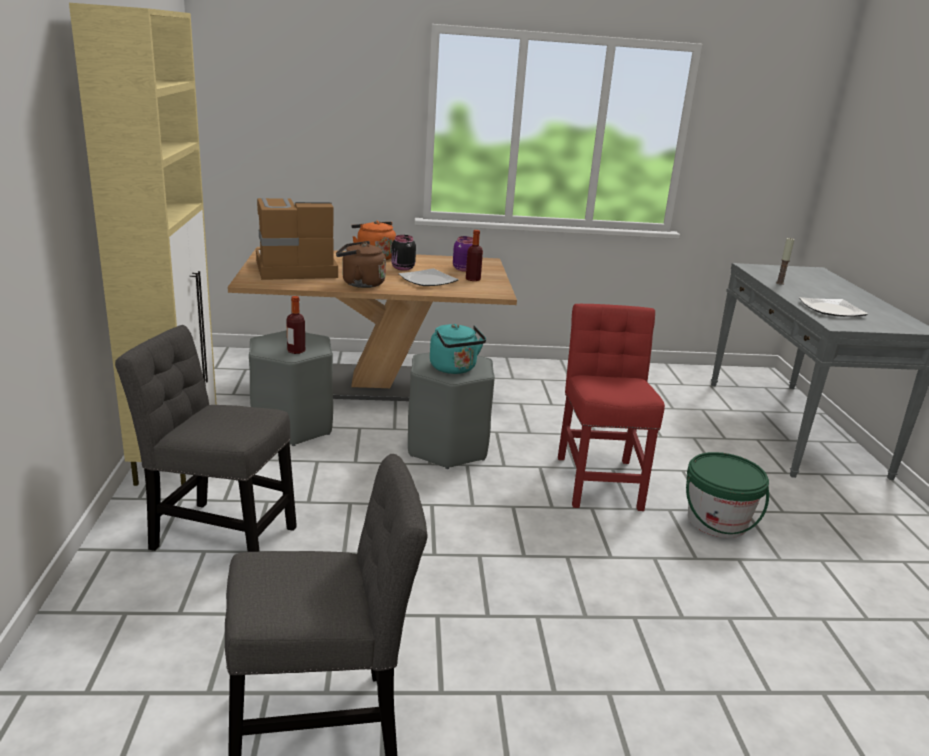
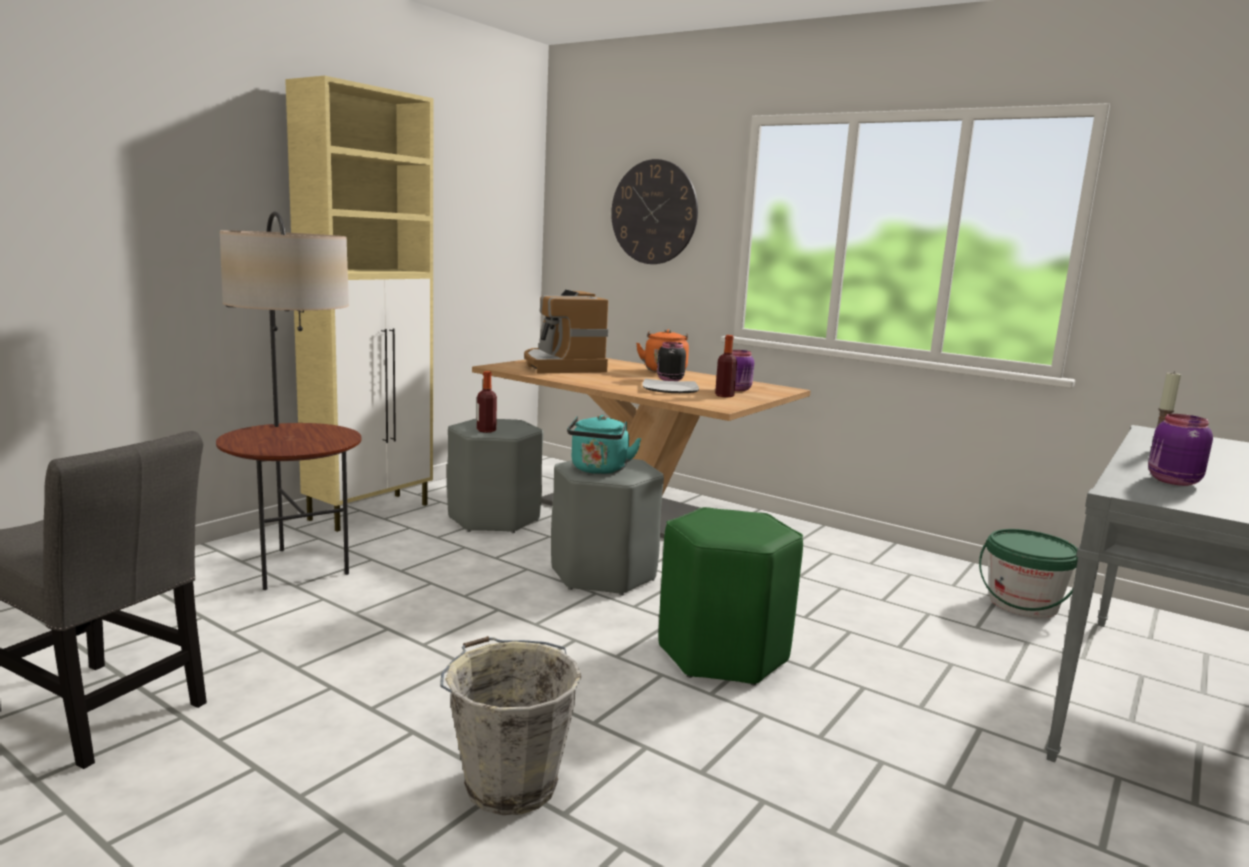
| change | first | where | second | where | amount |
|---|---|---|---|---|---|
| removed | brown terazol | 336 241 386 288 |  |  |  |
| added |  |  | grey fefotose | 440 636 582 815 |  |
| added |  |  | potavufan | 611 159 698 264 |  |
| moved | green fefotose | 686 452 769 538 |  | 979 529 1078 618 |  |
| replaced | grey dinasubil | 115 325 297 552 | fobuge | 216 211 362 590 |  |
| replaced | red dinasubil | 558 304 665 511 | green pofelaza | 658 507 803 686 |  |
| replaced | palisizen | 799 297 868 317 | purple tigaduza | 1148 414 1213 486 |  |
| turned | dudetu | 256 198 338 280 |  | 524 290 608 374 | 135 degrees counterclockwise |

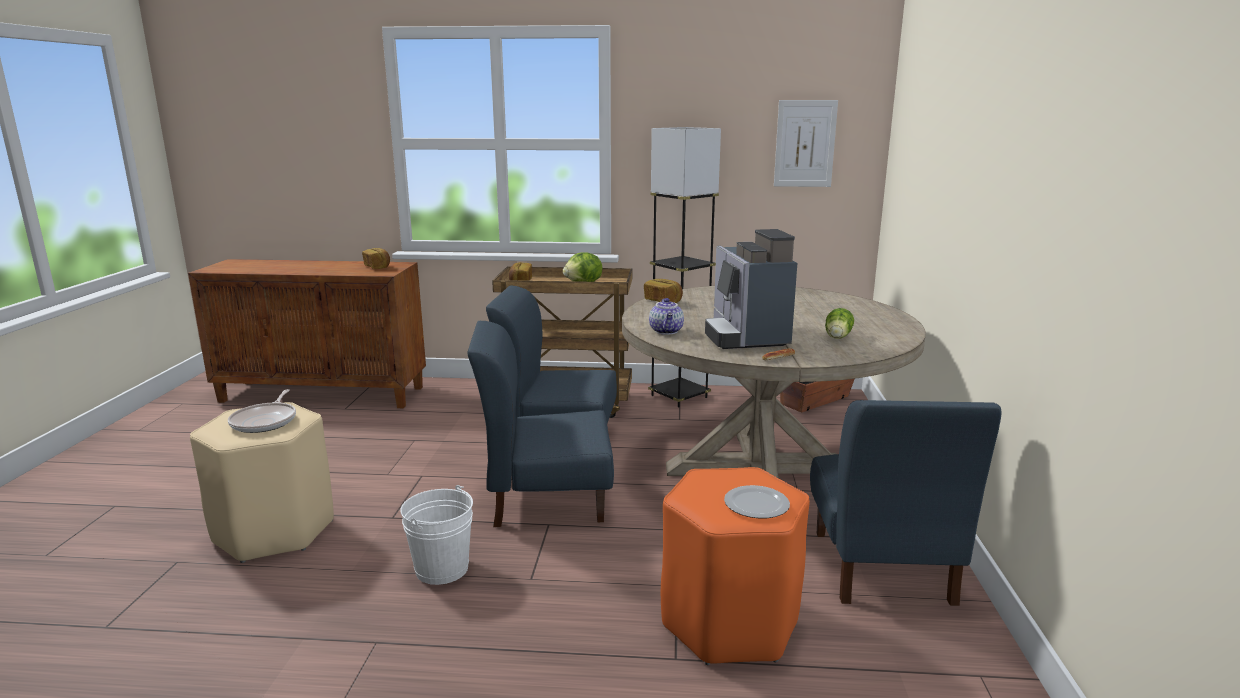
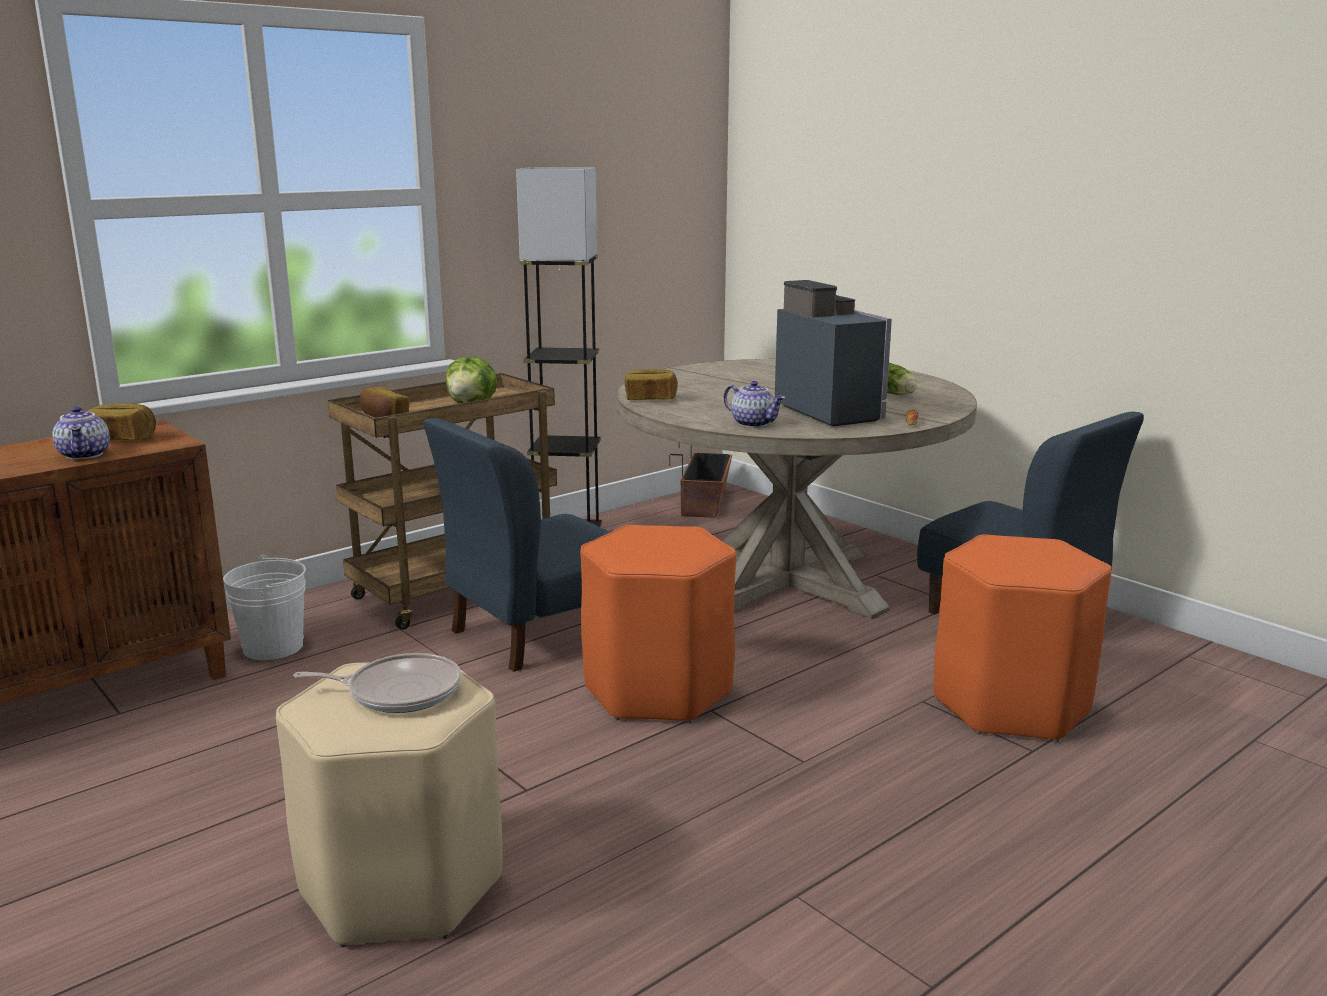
| change | first | where | second | where | amount |
|---|---|---|---|---|---|
| removed | palisizen | 724 485 790 519 |  |  |  |
| removed | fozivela | 774 100 838 187 |  |  |  |
| added |  |  | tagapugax | 52 406 110 460 |  |
| moved | white fefotose | 401 485 473 585 |  | 223 555 306 660 |  |
| replaced | blue dinasubil | 467 321 614 527 | orange pofelaza | 580 525 736 723 |  |
| turned | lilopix | 228 389 296 433 |  | 294 653 461 713 | 45 degrees counterclockwise |
| turned | dudetu | 705 229 797 349 |  | 775 280 892 427 | 150 degrees counterclockwise |

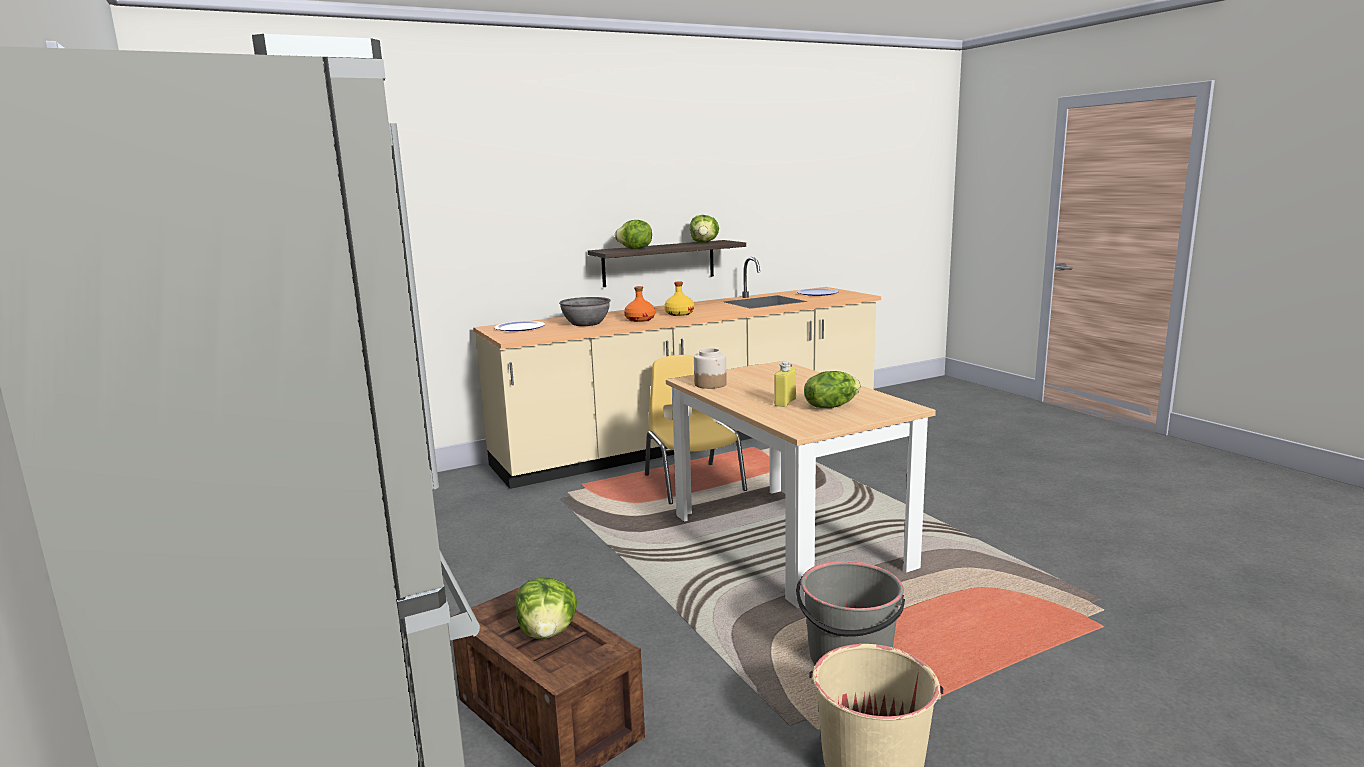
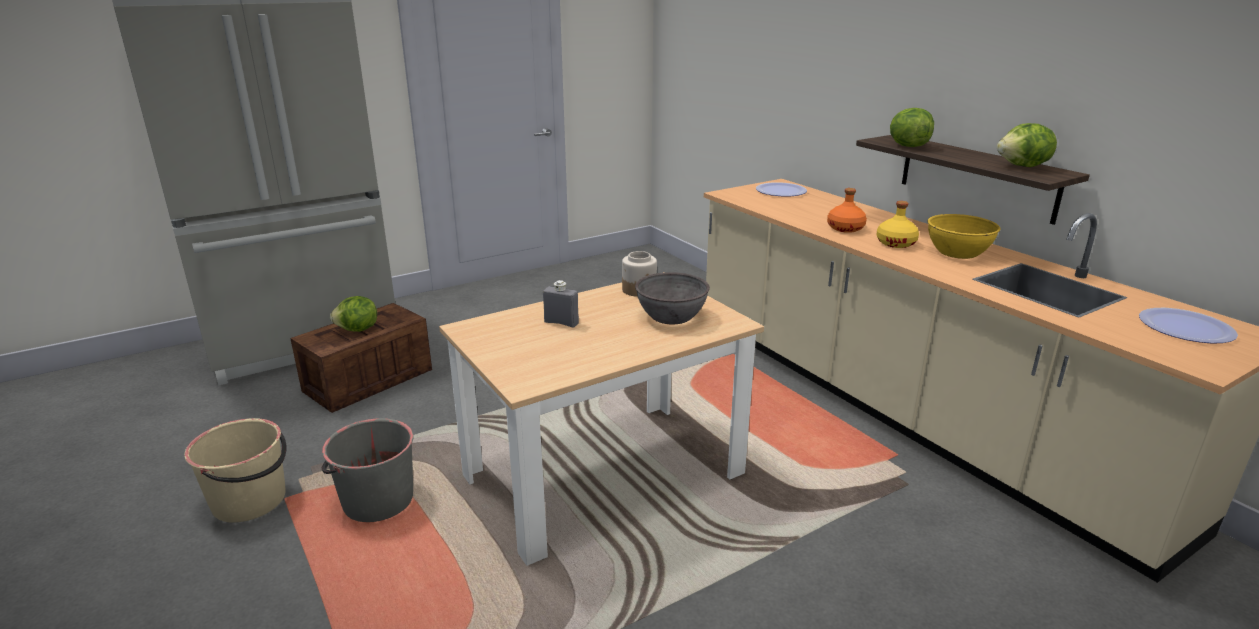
| change | first | where | second | where | amount |
|---|---|---|---|---|---|
| removed | yellow dinasubil | 645 355 747 504 |  |  |  |
| removed | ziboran | 804 371 861 408 |  |  |  |
| added |  |  | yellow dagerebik | 928 214 1001 259 |  |
| moved | grey dagerebik | 559 297 611 326 |  | 635 272 710 324 |  |
| recoloured | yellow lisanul | 774 362 796 407 | grey lisanul | 543 280 579 328 |  |

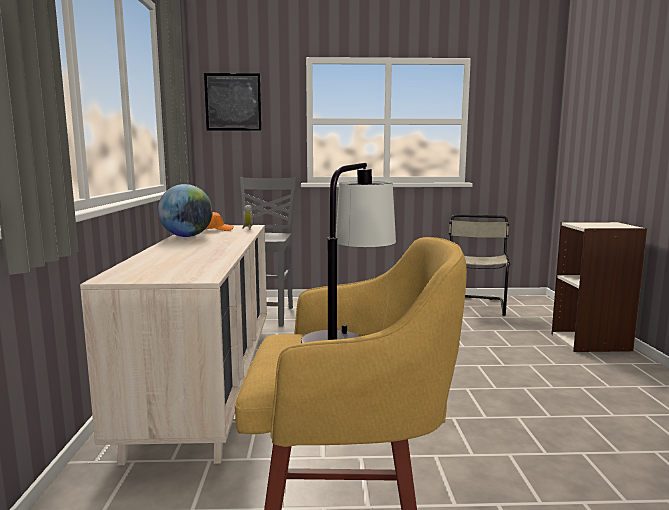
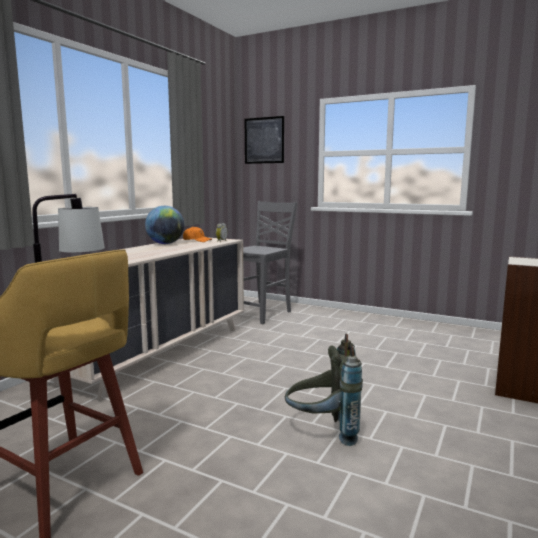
| change | first | where | second | where | amount |
|---|---|---|---|---|---|
| removed | beige dinasubil | 449 214 510 316 |  |  |  |
| added |  |  | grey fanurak | 285 334 363 446 |  |

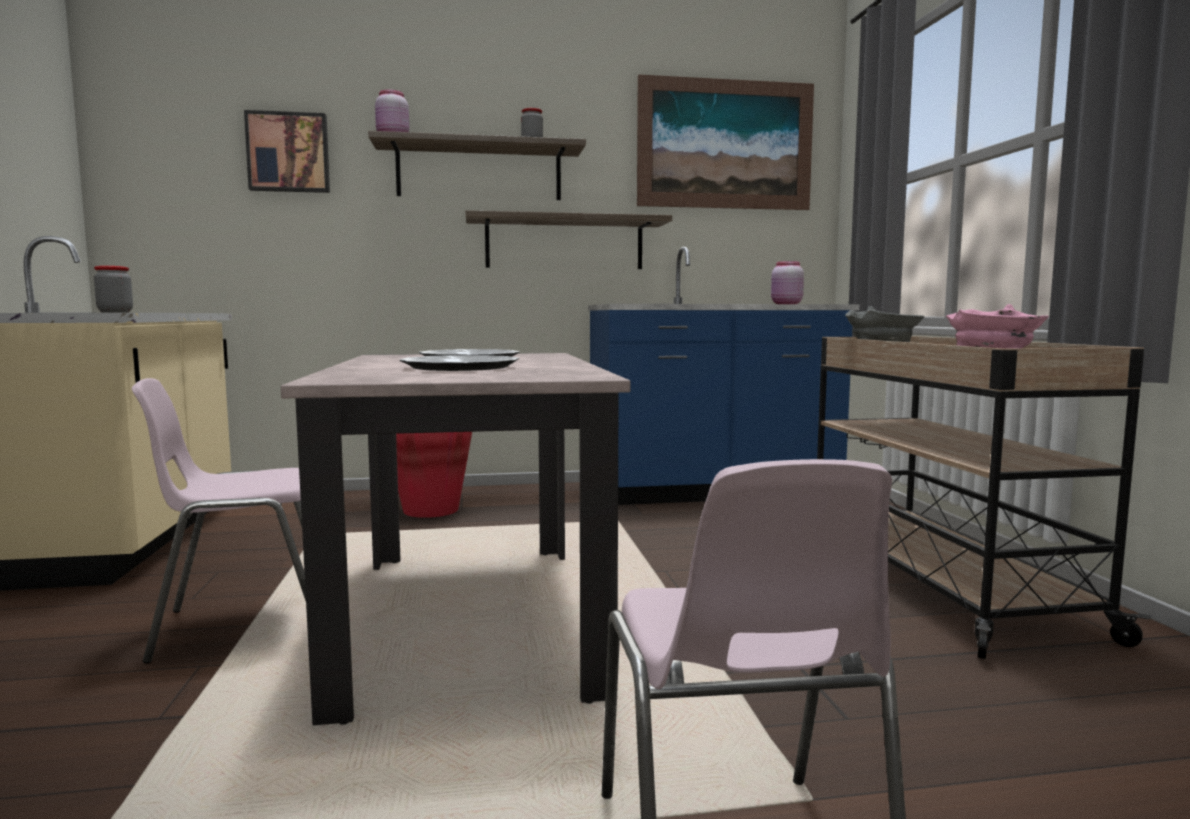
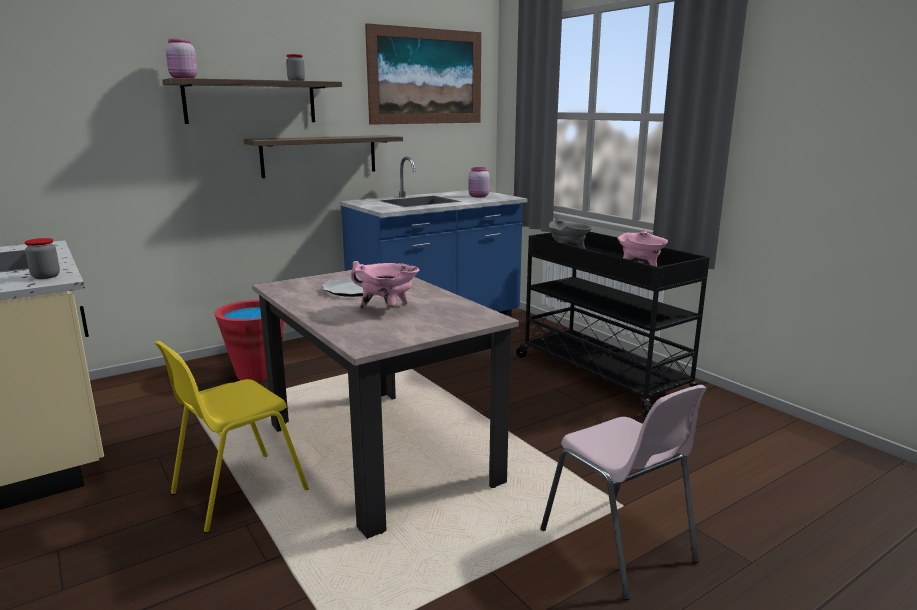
| change | first | where | second | where | amount |
|---|---|---|---|---|---|
| removed | fozivela | 244 110 330 193 |  |  |  |
| replaced | palisizen | 400 355 519 371 | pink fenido | 351 261 419 309 |  |
| recoloured | pink dinasubil | 132 378 306 663 | yellow dinasubil | 155 341 309 533 |  |
| recoloured | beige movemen | 817 336 1151 659 | black movemen | 516 231 710 418 |  |

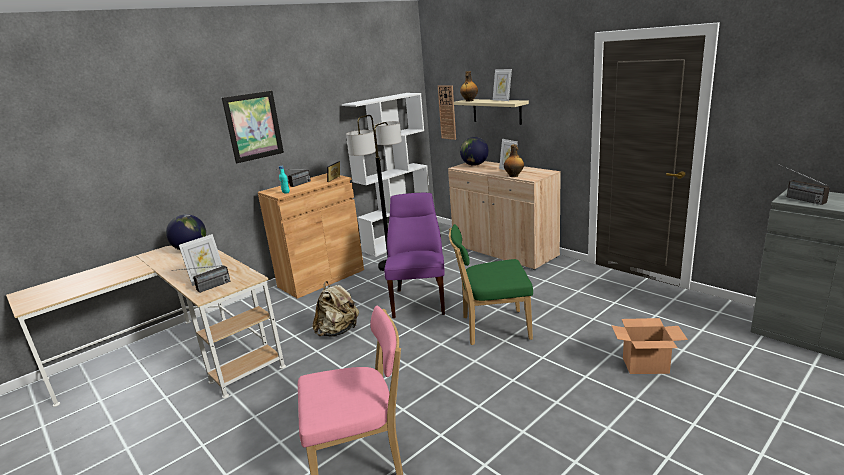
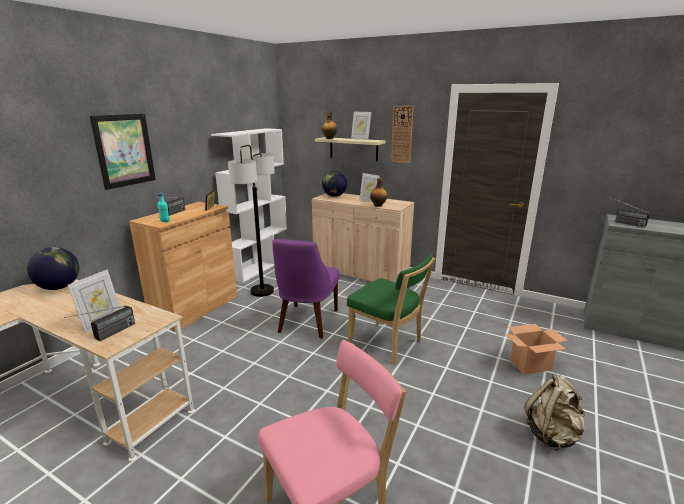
| change | first | where | second | where | amount |
|---|---|---|---|---|---|
| moved | beige fanurak | 313 281 359 337 |  | 524 374 585 451 |  |
| moved | potavufan | 438 86 456 140 |  | 391 106 414 163 |  |
| turned | purple dinasubil | 384 193 445 318 |  | 272 239 339 338 | 150 degrees counterclockwise |
| turned | green dinasubil | 449 224 533 345 |  | 347 254 435 364 | 120 degrees counterclockwise |

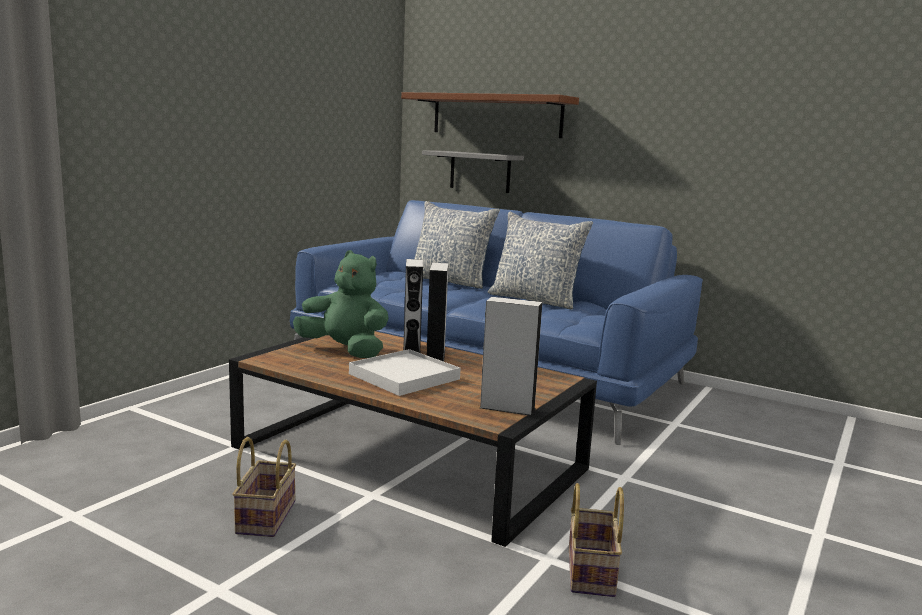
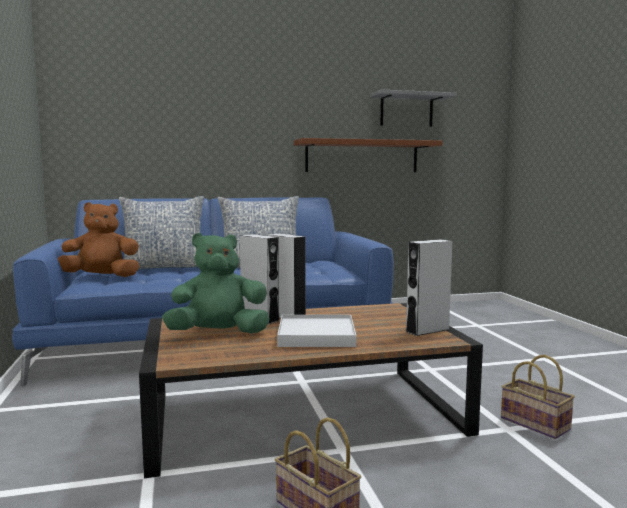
| change | first | where | second | where | amount |
|---|---|---|---|---|---|
| added |  |  | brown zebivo | 58 202 139 277 |  |
| moved | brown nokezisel | 401 92 579 138 |  | 294 138 443 172 |  |
| moved | grey nokezisel | 422 150 524 193 |  | 370 90 457 127 |  |

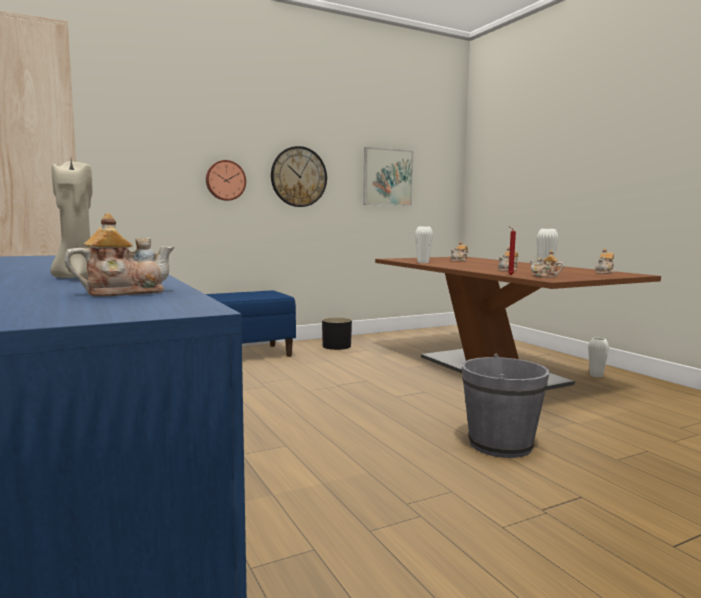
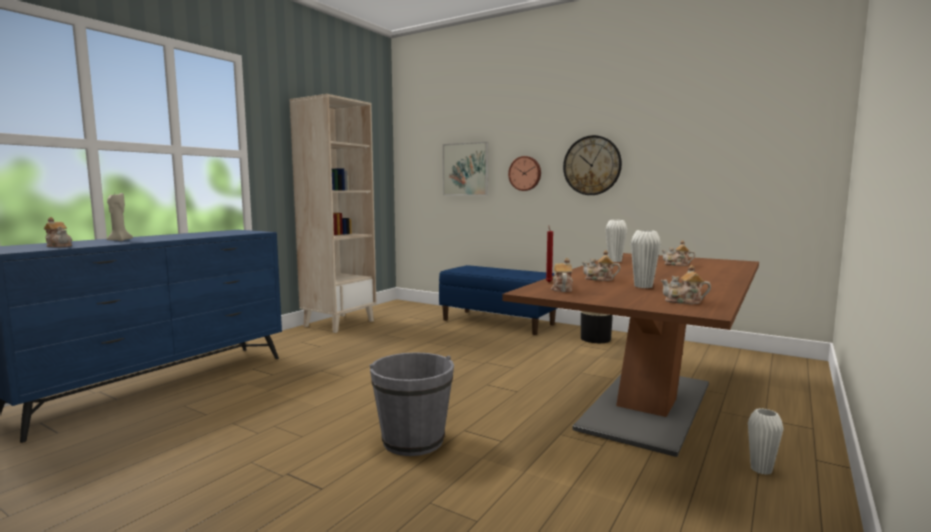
| change | first | where | second | where | amount |
|---|---|---|---|---|---|
| moved | fozivela | 363 147 413 206 |  | 443 142 488 196 |  |

